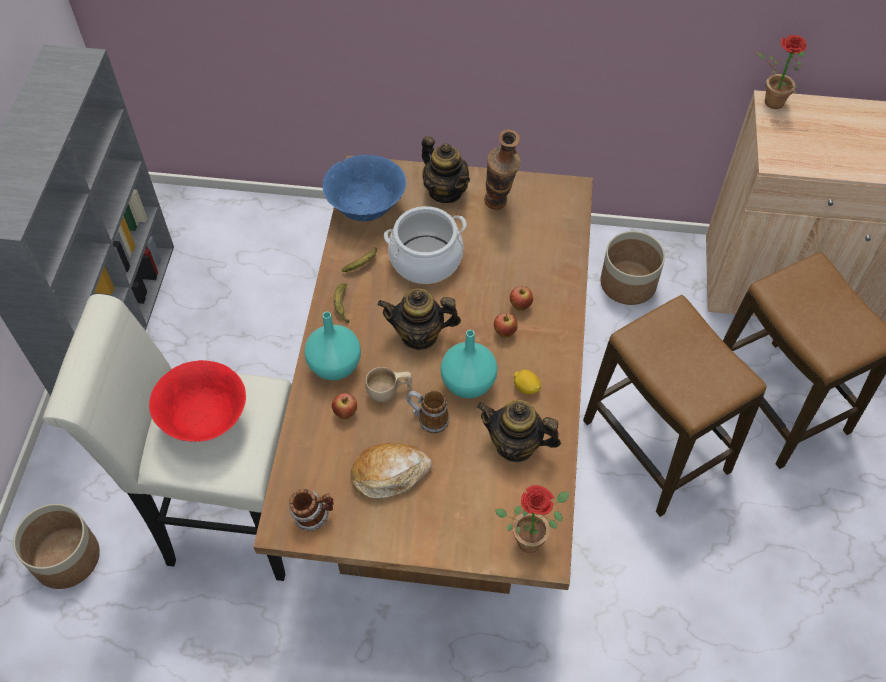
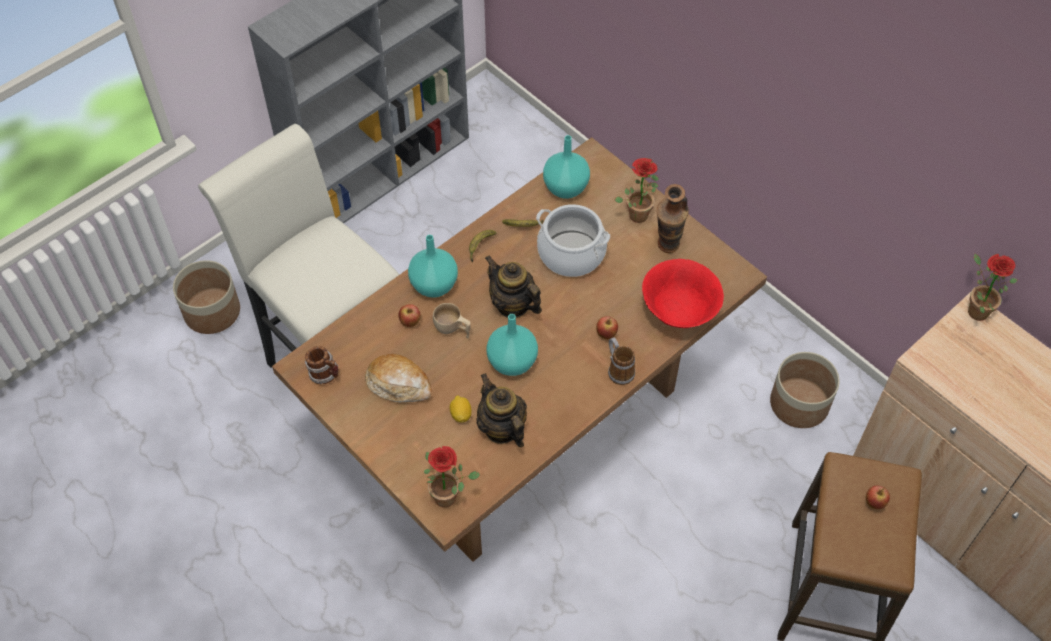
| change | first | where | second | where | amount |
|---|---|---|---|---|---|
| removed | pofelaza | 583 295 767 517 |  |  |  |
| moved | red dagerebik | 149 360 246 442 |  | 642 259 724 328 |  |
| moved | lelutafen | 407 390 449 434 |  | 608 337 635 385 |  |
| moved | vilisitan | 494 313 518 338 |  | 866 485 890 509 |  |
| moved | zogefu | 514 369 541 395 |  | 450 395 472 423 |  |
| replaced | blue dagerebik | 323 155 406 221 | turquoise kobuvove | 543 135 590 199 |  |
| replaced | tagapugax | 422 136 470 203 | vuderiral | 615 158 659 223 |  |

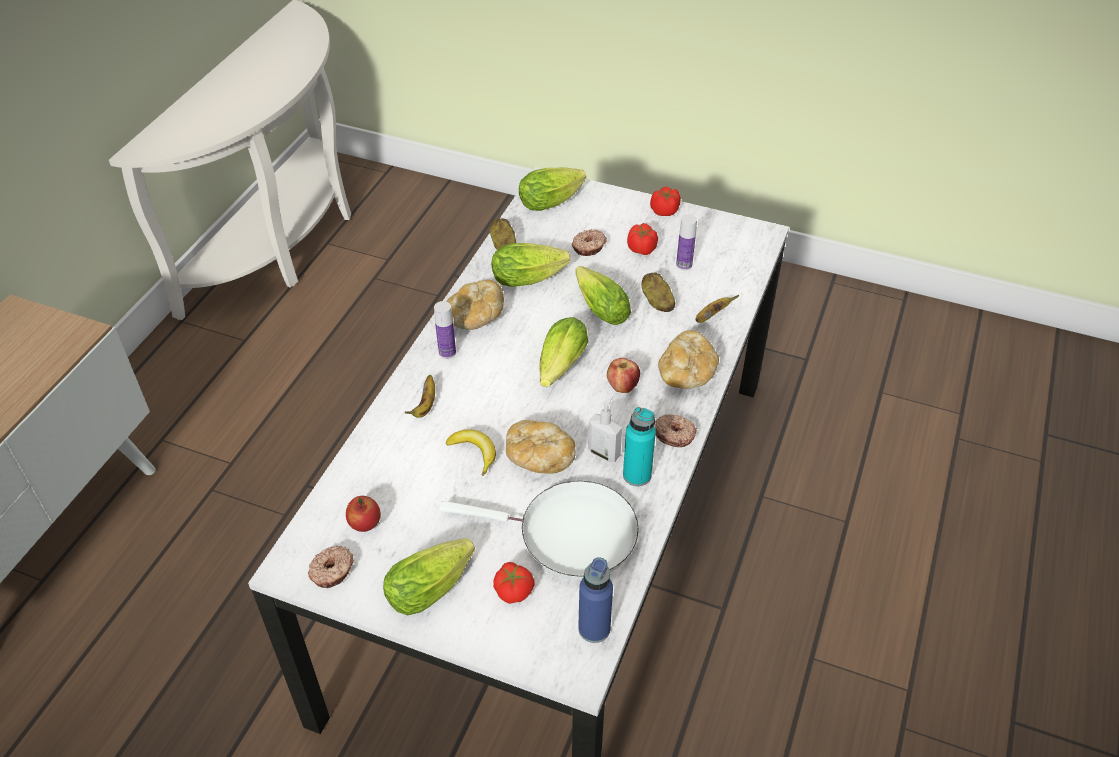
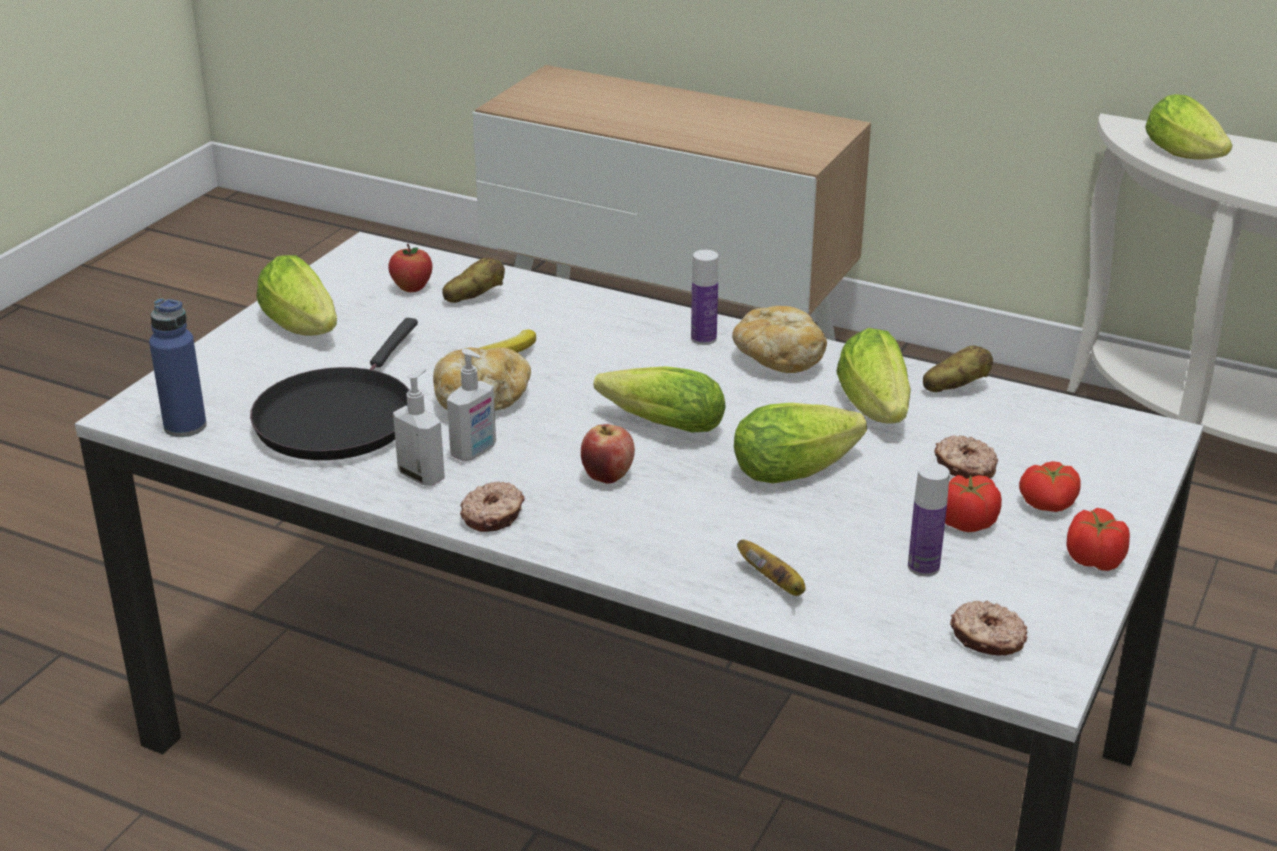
| change | first | where | second | where | amount |
|---|---|---|---|---|---|
| removed | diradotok | 404 375 435 418 |  |  |  |
| removed | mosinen | 658 330 719 389 |  |  |  |
| moved | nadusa | 308 545 354 588 |  | 950 601 1028 656 |  |
| moved | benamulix | 493 562 535 604 |  | 1019 461 1081 512 |  |
| moved | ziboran | 519 167 586 211 |  | 1145 94 1233 159 |  |
| moved | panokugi | 642 272 675 312 |  | 442 257 505 303 |  |
| replaced | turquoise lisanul | 623 407 656 486 | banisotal | 393 369 445 486 |  |
| recoloured | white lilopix | 439 481 639 580 | black lilopix | 250 318 418 460 |  |

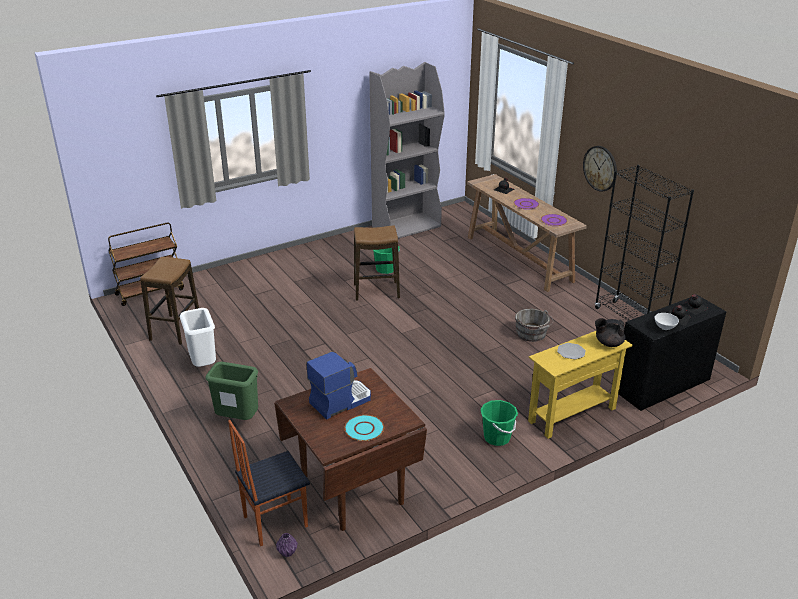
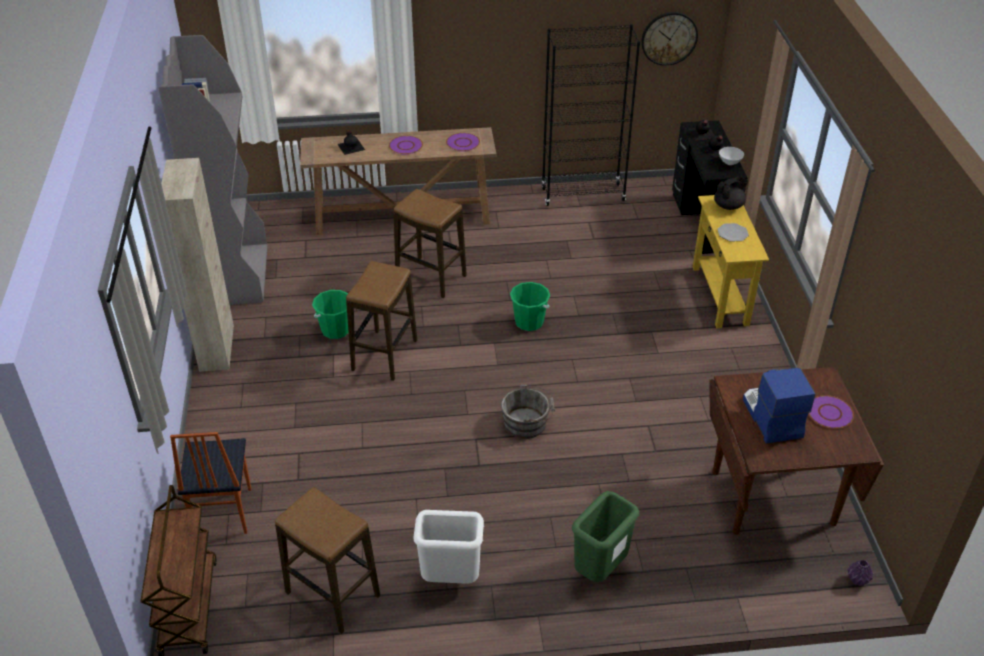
| change | first | where | second | where | amount |
|---|---|---|---|---|---|
| added |  |  | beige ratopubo | 161 158 234 372 |  |
| added |  |  | pofelaza | 394 189 467 298 |  |
| moved | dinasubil | 228 420 310 546 |  | 170 432 251 534 |  |
| moved | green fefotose | 480 400 518 446 |  | 510 282 550 331 |  |
| moved | grey fefotose | 515 309 553 342 |  | 501 385 555 439 |  |
| moved | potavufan | 583 146 617 192 |  | 641 12 698 66 |  |
| recoloured | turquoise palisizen | 344 415 384 441 | purple palisizen | 808 395 854 429 |  |
| turned | black tagapugax | 595 318 625 347 |  | 714 177 748 210 | 150 degrees counterclockwise |

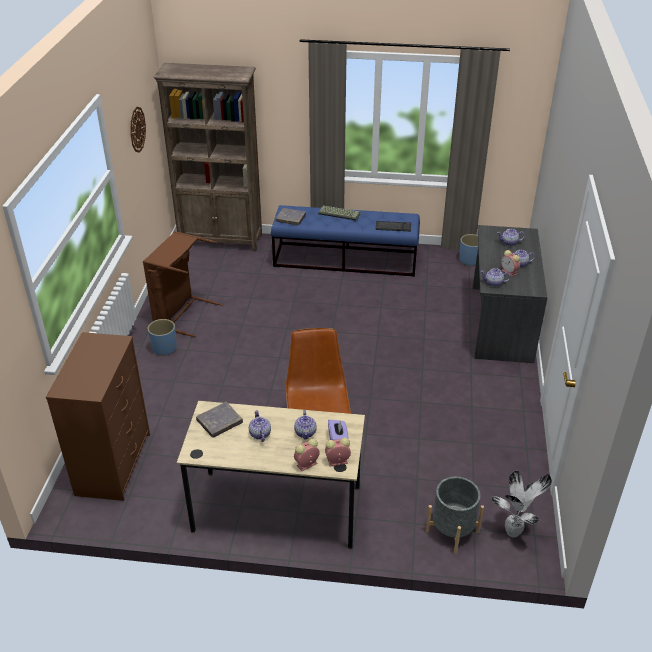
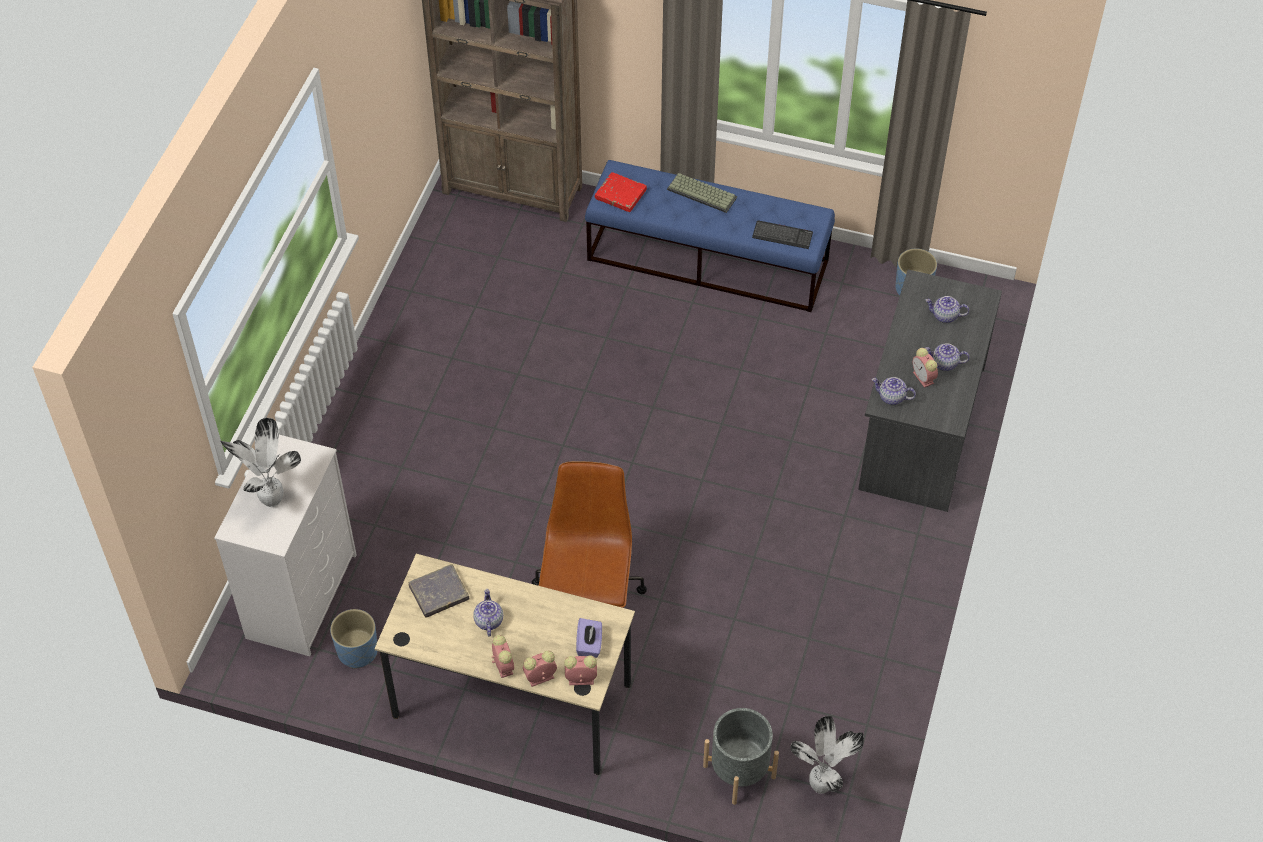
| change | first | where | second | where | amount |
|---|---|---|---|---|---|
| removed | potavufan | 130 107 146 153 |  |  |  |
| removed | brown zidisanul | 143 231 223 337 |  |  |  |
| removed | tagapugax | 294 410 317 440 |  |  |  |
| added |  |  | vuderiral | 220 418 301 507 |  |
| added |  |  | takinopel | 492 635 514 678 |  |
| moved | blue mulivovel | 148 319 177 356 |  | 330 609 378 669 |  |
| recoloured | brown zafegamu | 46 332 150 501 | white zafegamu | 214 435 357 656 |  |
| recoloured | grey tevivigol | 276 208 306 225 | red tevivigol | 595 172 647 212 |  |

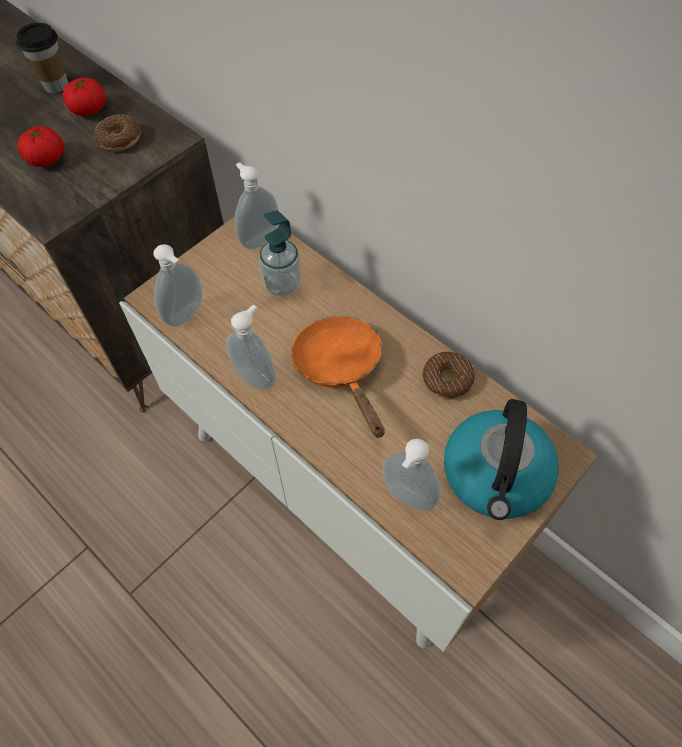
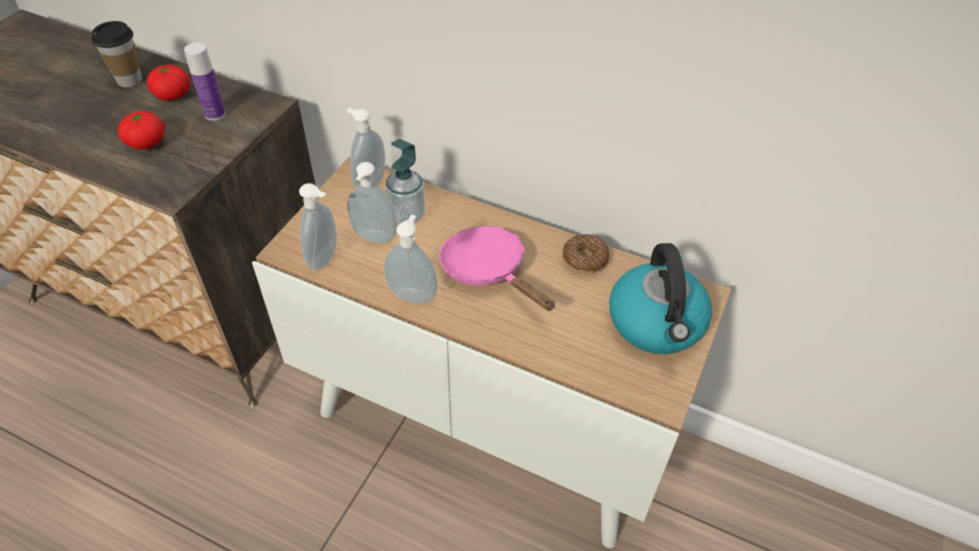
| change | first | where | second | where | amount |
|---|---|---|---|---|---|
| moved | banisotal | 383 438 441 510 |  | 347 162 397 243 |  |
| replaced | nadusa | 94 115 141 151 | lisanul | 184 43 226 121 |  |
| recoloured | orange lilopix | 291 316 385 438 | pink lilopix | 439 226 555 311 |  |

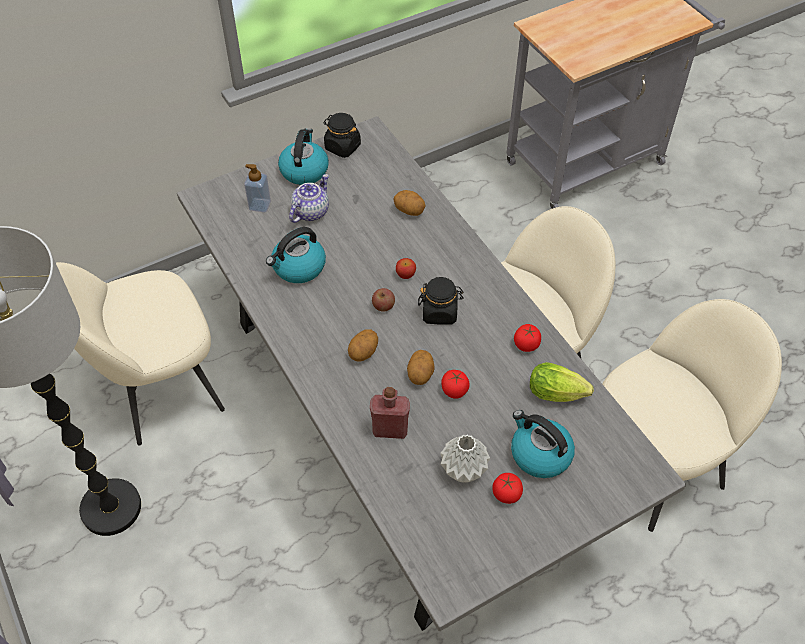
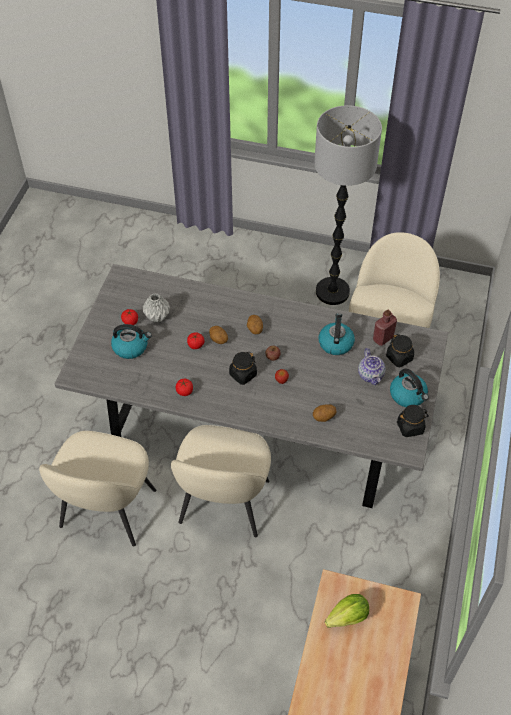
| change | first | where | second | where | amount |
|---|---|---|---|---|---|
| moved | red lisanul | 370 387 410 439 |  | 373 310 397 346 |  |
| moved | ziboran | 530 362 594 402 |  | 325 594 369 628 |  |
| replaced | banisotal | 244 164 271 212 | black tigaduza | 386 334 414 367 |  |

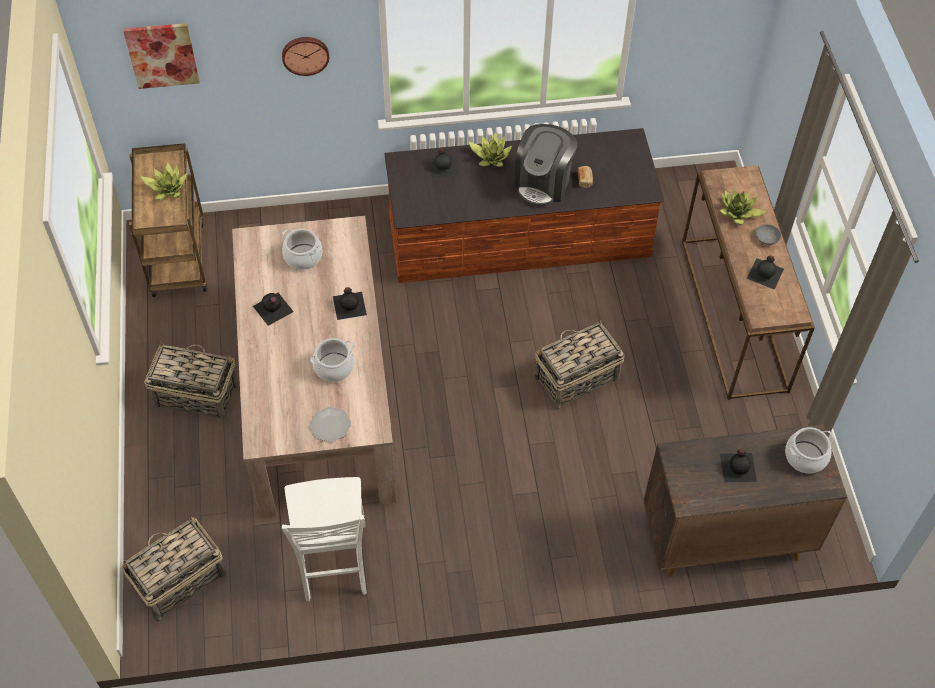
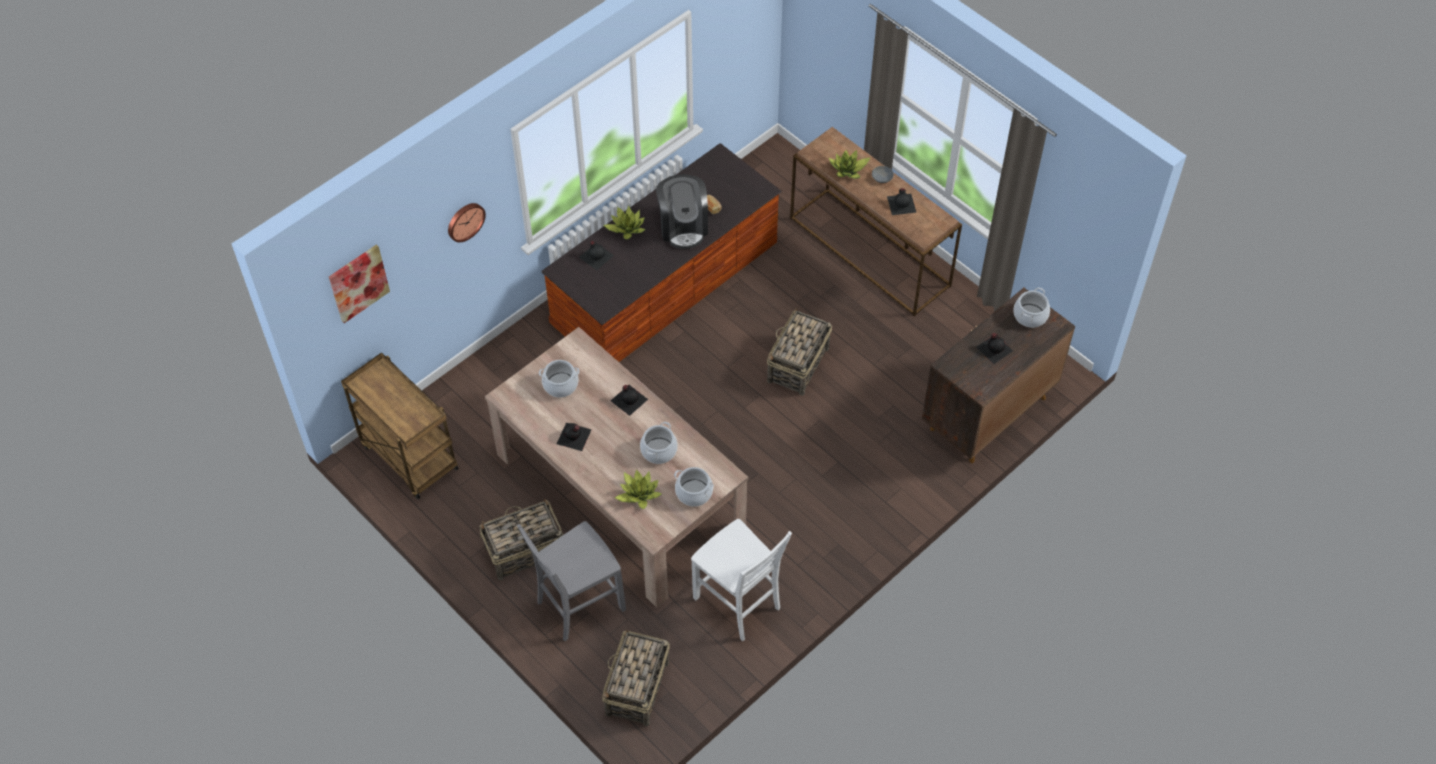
| change | first | where | second | where | amount |
|---|---|---|---|---|---|
| added |  |  | grey dinasubil | 517 521 626 641 |  |
| moved | vuderiral | 140 163 187 200 |  | 615 469 662 509 |  |
| replaced | palisizen | 310 407 351 442 | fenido | 674 467 714 507 |  |

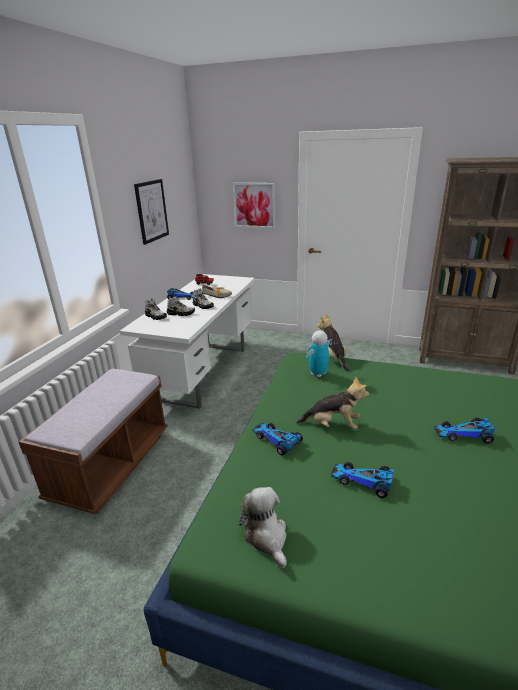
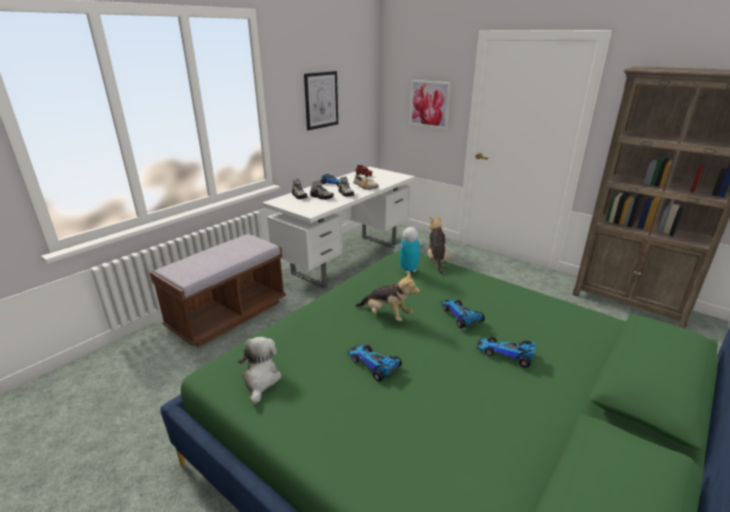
| change | first | where | second | where | amount |
|---|---|---|---|---|---|
| moved | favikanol | 252 423 303 456 |  | 440 299 485 328 |  |

